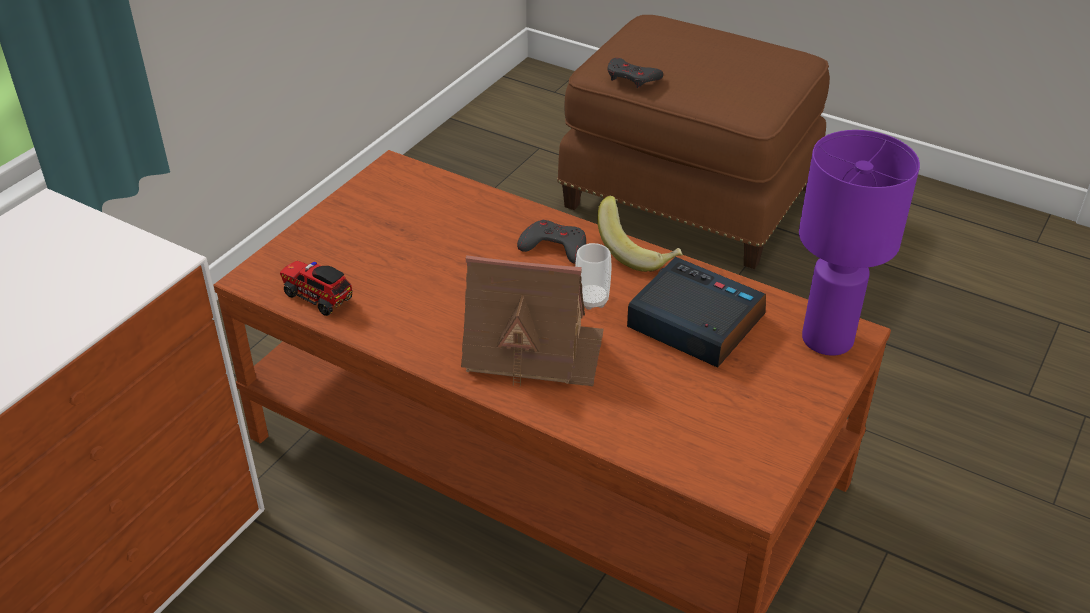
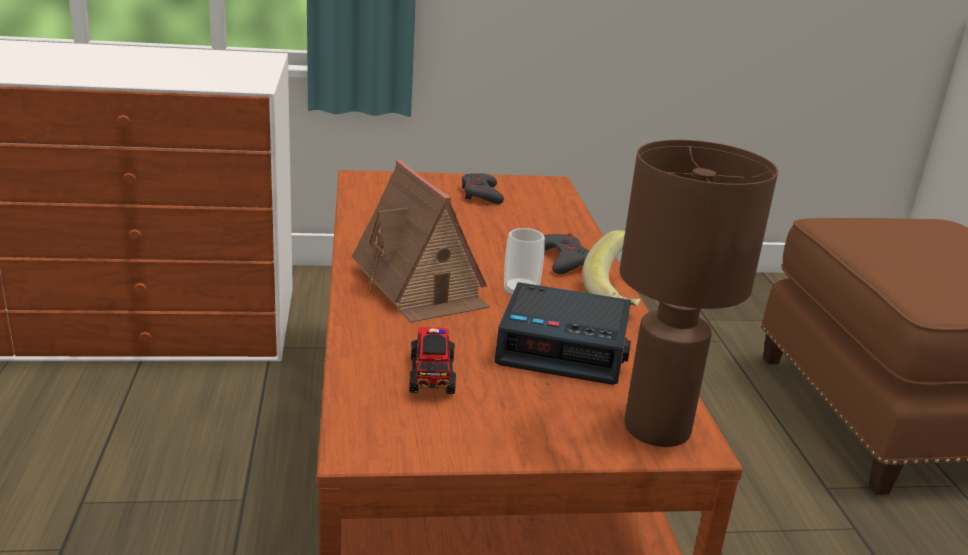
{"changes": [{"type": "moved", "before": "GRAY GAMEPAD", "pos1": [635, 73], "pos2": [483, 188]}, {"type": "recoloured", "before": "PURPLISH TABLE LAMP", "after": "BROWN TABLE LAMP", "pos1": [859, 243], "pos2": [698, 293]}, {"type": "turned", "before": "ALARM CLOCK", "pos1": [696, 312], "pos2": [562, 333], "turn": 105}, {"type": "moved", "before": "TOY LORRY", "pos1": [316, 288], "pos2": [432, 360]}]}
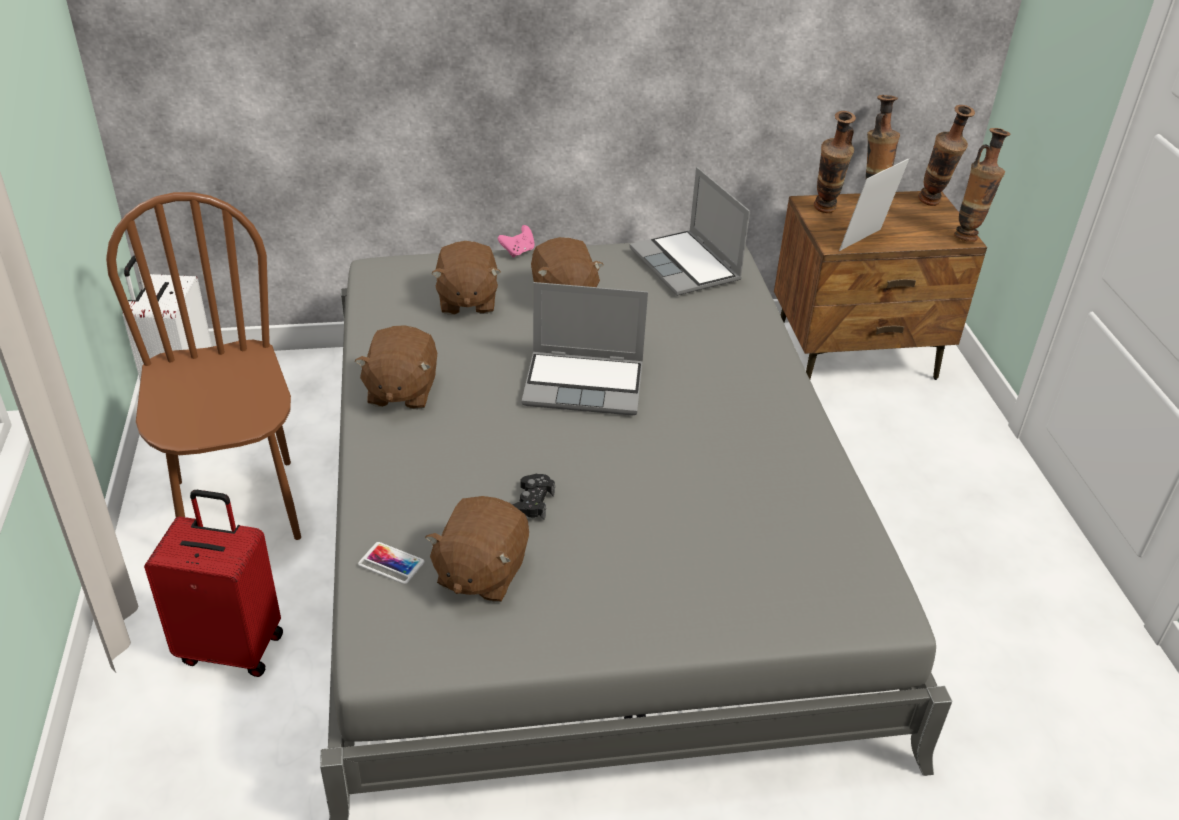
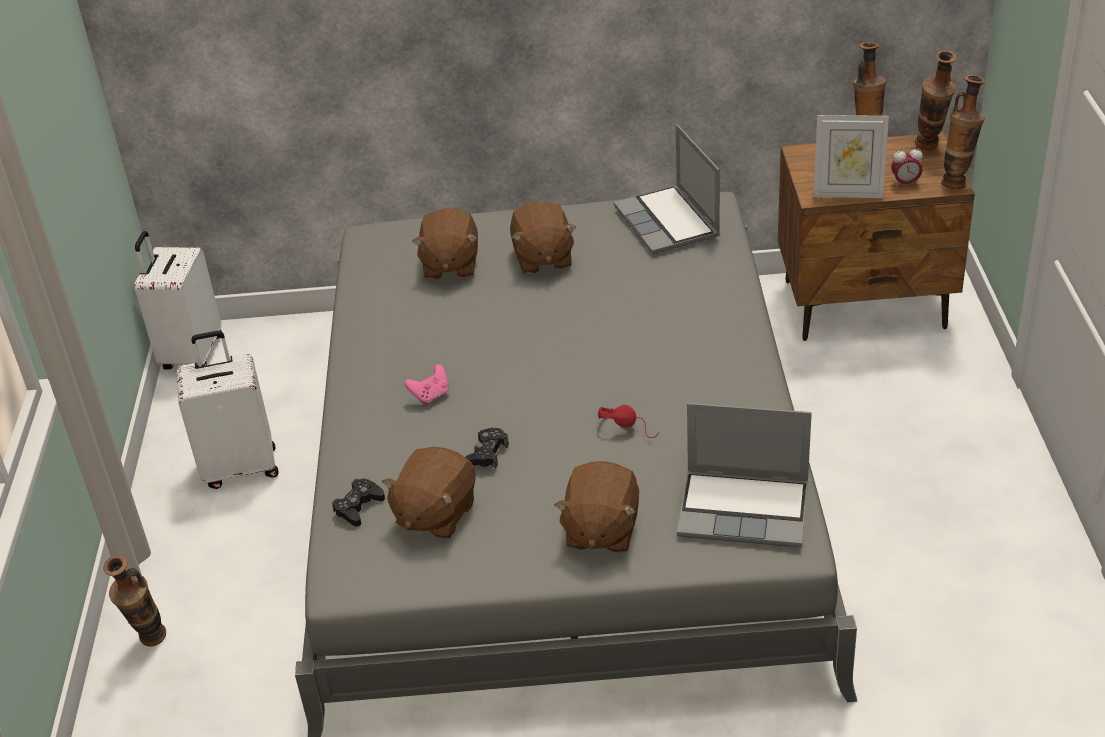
{"changes": [{"type": "moved", "before": "FLOWER VASE", "pos1": [835, 162], "pos2": [134, 601]}, {"type": "turned", "before": "PHOTO FRAME", "pos1": [874, 204], "pos2": [851, 156], "turn": -135}, {"type": "replaced", "before": "BROWN PLAIN CHAIR", "after": "WHITISH SUITCASE", "pos1": [203, 366], "pos2": [228, 410]}, {"type": "moved", "before": "PINK-COLOURED GAMEPAD", "pos1": [516, 241], "pos2": [427, 384]}, {"type": "moved", "before": "NOTEBOOK COMPUTER", "pos1": [585, 349], "pos2": [744, 475]}, {"type": "moved", "before": "BROWN CUDDLY TOY", "pos1": [396, 367], "pos2": [596, 507]}, {"type": "removed", "before": "RED-COLOURED SUITCASE", "pos1": [213, 583]}, {"type": "replaced", "before": "TELEPHONE", "after": "BLACK-COLOURED GAMEPAD", "pos1": [391, 563], "pos2": [358, 503]}, {"type": "added", "after": "ALARM CLOCK", "pos2": [907, 166]}, {"type": "added", "after": "RED-COLOURED HEADSET", "pos2": [628, 421]}]}
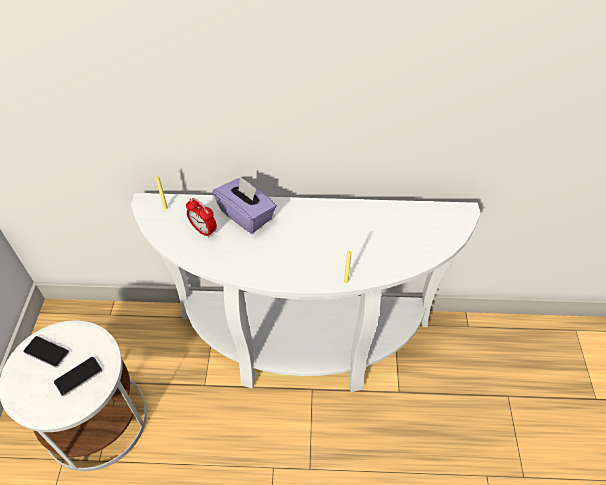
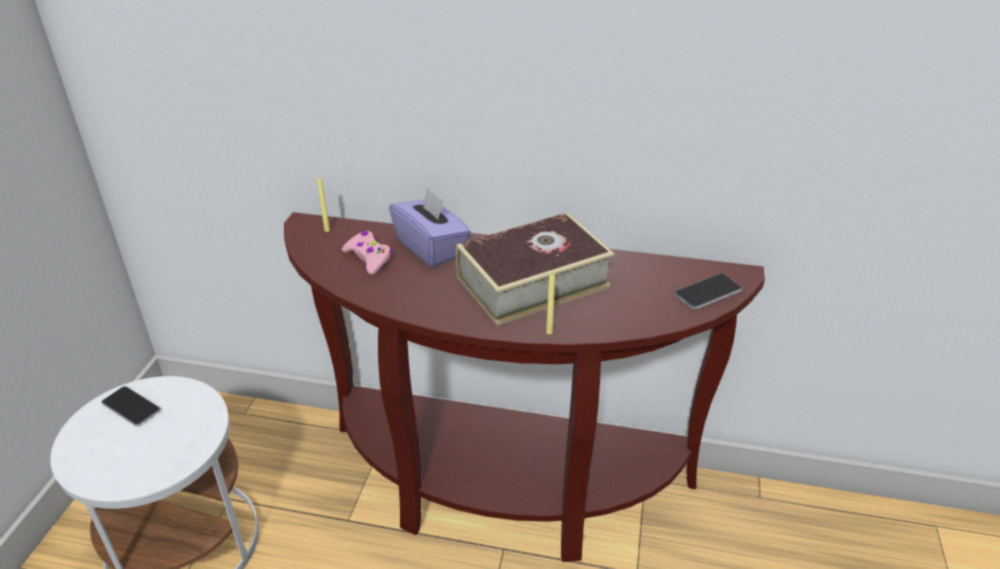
{"changes": [{"type": "recoloured", "before": "WHITISH NARROW TABLE", "after": "BROWN NARROW TABLE", "pos1": [305, 292], "pos2": [524, 387]}, {"type": "replaced", "before": "ALARM CLOCK", "after": "PINK-COLOURED GAMEPAD", "pos1": [201, 218], "pos2": [367, 253]}, {"type": "moved", "before": "TELEPHONE", "pos1": [78, 376], "pos2": [708, 291]}, {"type": "added", "after": "BOUND BOOK", "pos2": [535, 269]}]}
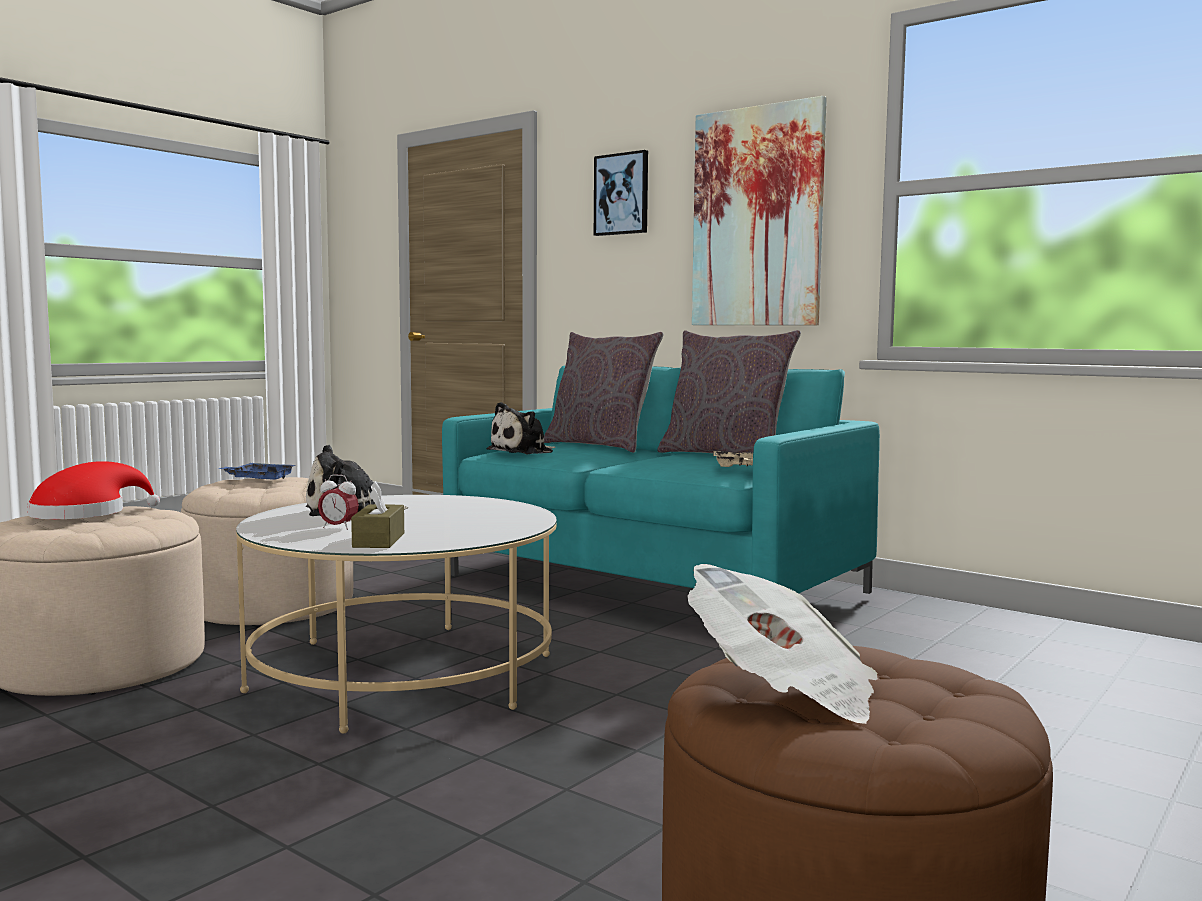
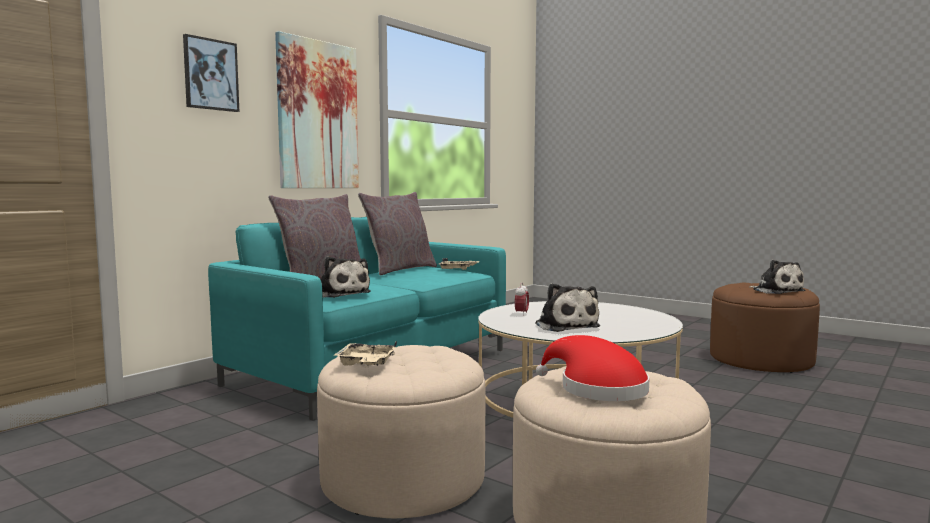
{"changes": [{"type": "recoloured", "before": "BLUISH SERVING TRAY", "after": "SAND-COLOURED SERVING TRAY", "pos1": [257, 471], "pos2": [365, 353]}, {"type": "moved", "before": "ALARM CLOCK", "pos1": [338, 502], "pos2": [522, 299]}, {"type": "removed", "before": "BROWN BOX OF TISSUES", "pos1": [377, 514]}, {"type": "replaced", "before": "NEWSPAPER", "after": "CUDDLY TOY", "pos1": [782, 644], "pos2": [777, 277]}]}
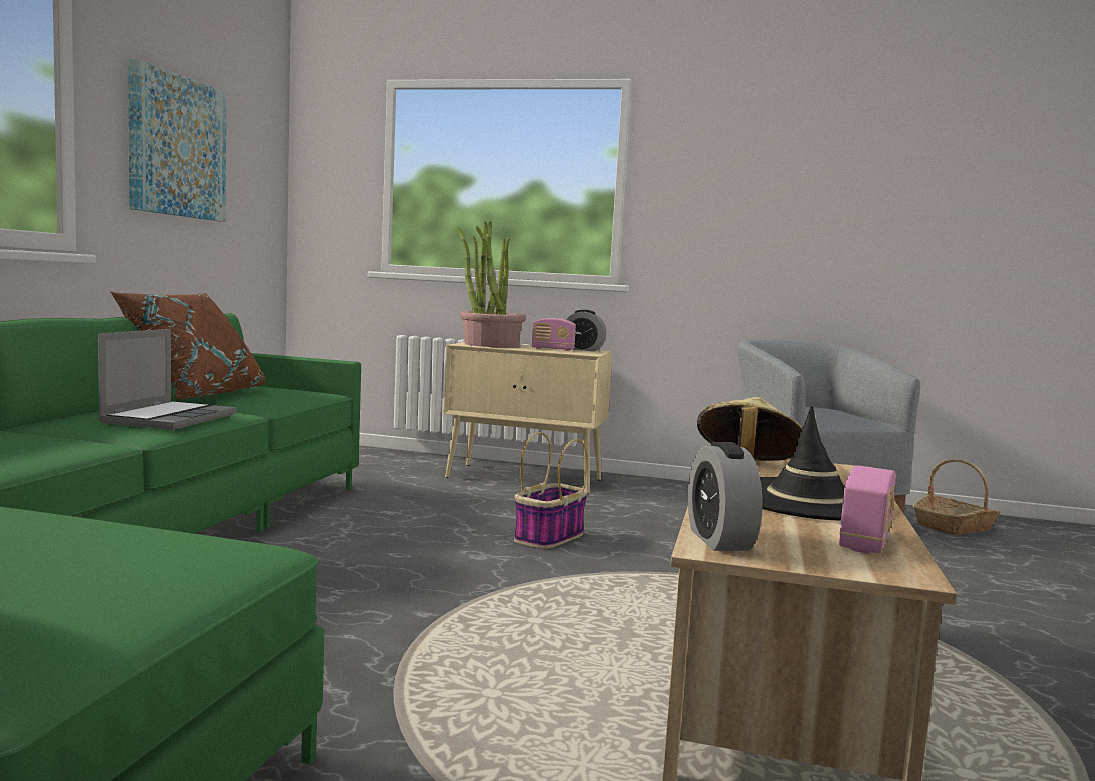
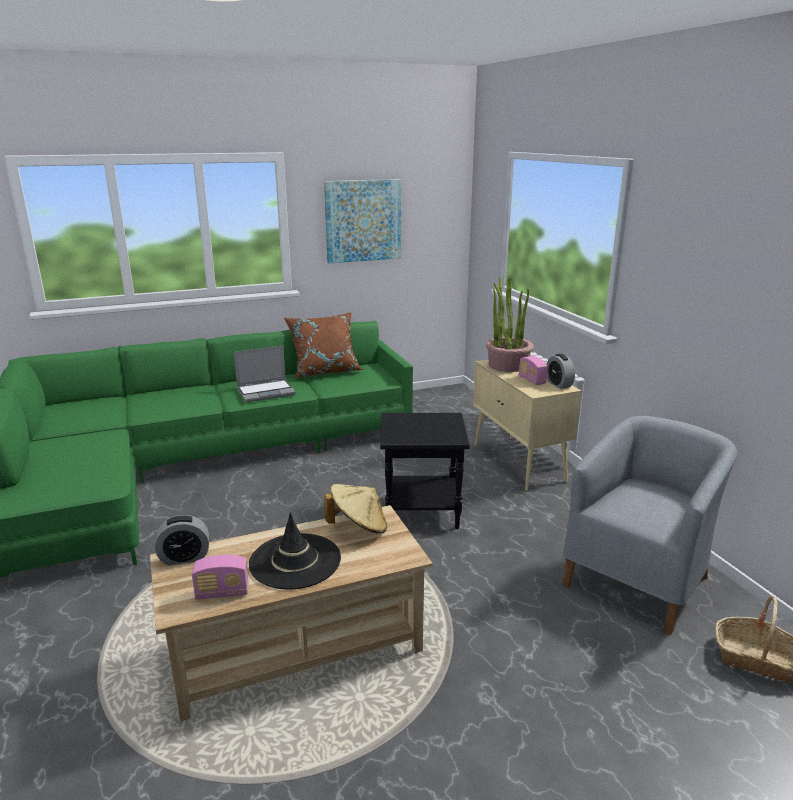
{"changes": [{"type": "replaced", "before": "STORAGE BASKET", "after": "BLACK-COLOURED SIDE TABLE", "pos1": [551, 490], "pos2": [425, 471]}, {"type": "turned", "before": "ALARM CLOCK", "pos1": [725, 496], "pos2": [182, 540], "turn": -150}]}
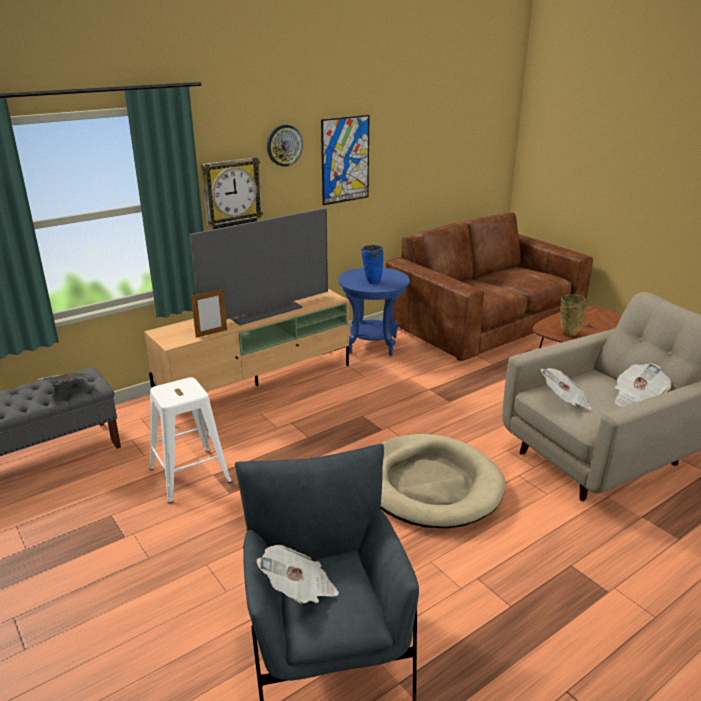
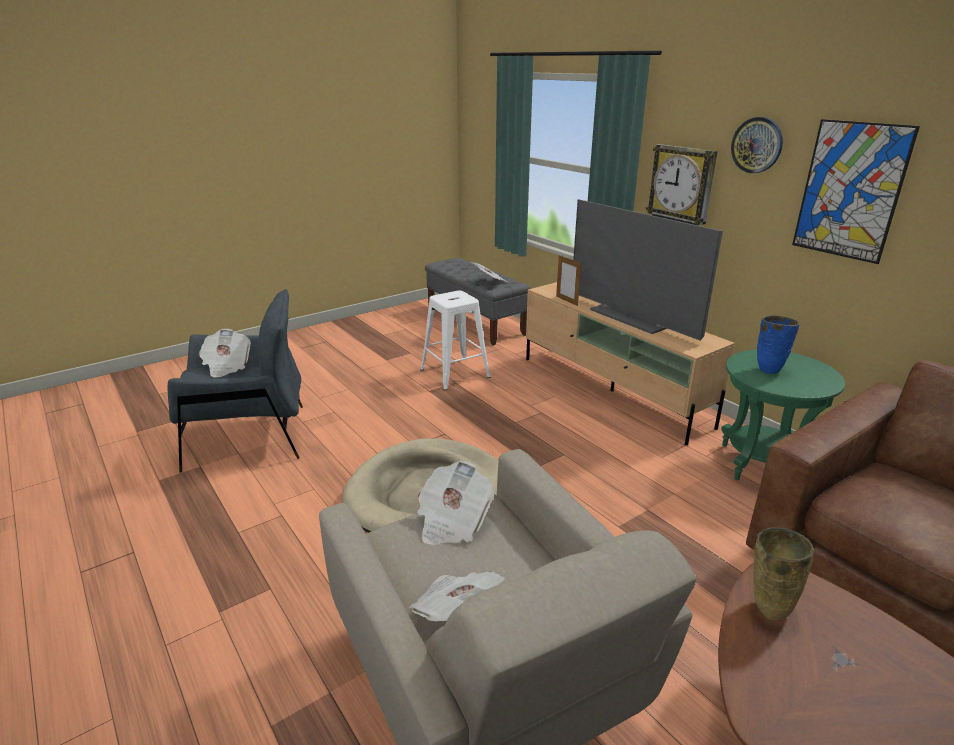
{"changes": [{"type": "recoloured", "before": "BLUISH SIDE TABLE", "after": "GREEN-COLOURED SIDE TABLE", "pos1": [374, 311], "pos2": [783, 415]}]}
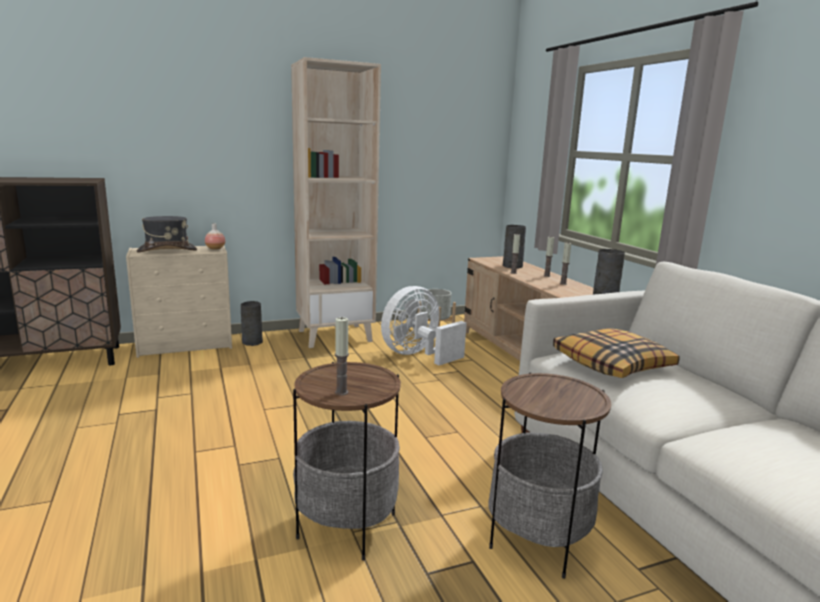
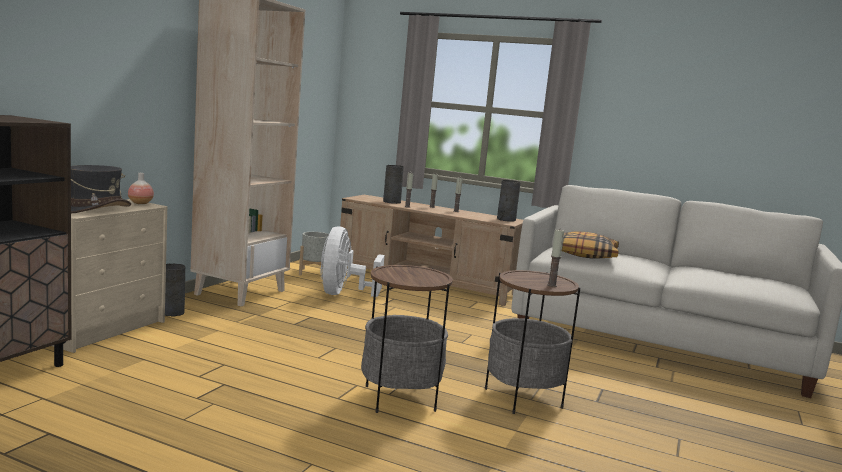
{"changes": [{"type": "moved", "before": "SIDE TABLE", "pos1": [550, 475], "pos2": [407, 339]}]}
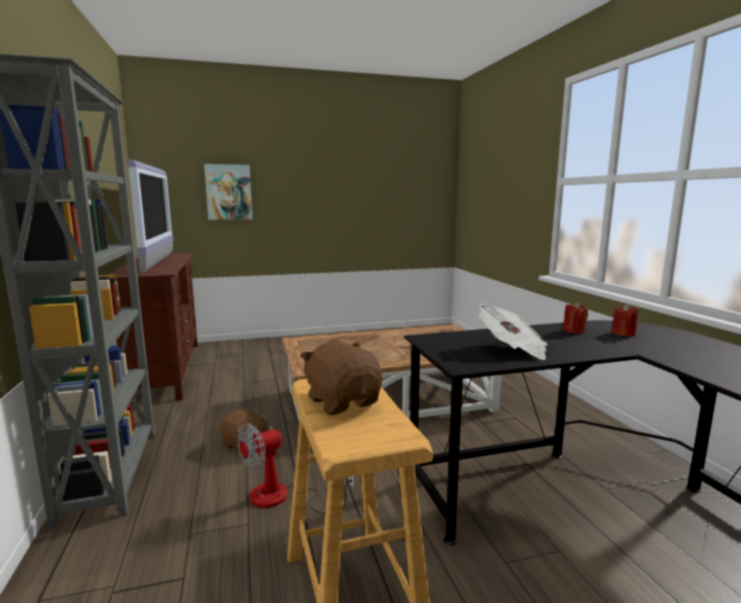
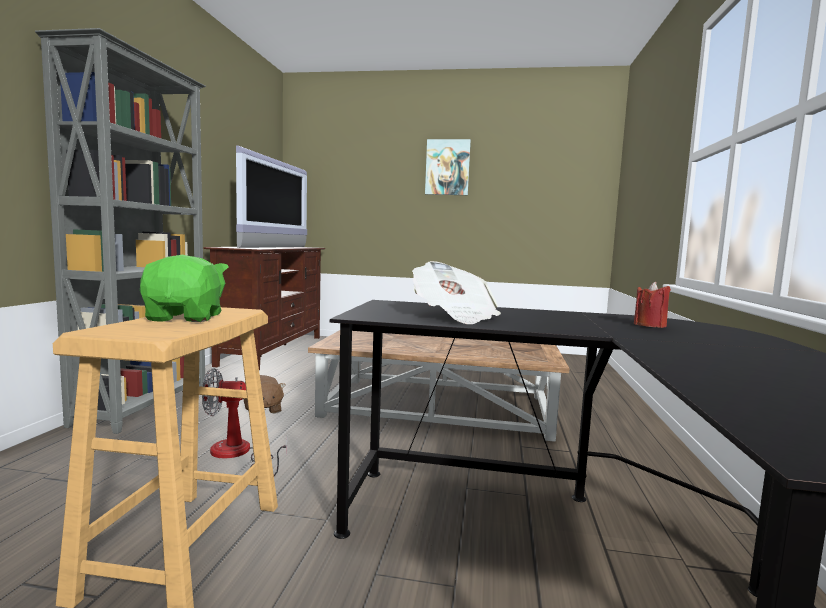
{"changes": [{"type": "moved", "before": "WALL ART", "pos1": [228, 192], "pos2": [448, 167]}, {"type": "removed", "before": "RED-COLOURED CANDLE", "pos1": [575, 318]}, {"type": "recoloured", "before": "BROWN CUDDLY TOY", "after": "GREEN-COLOURED CUDDLY TOY", "pos1": [341, 378], "pos2": [184, 288]}]}
